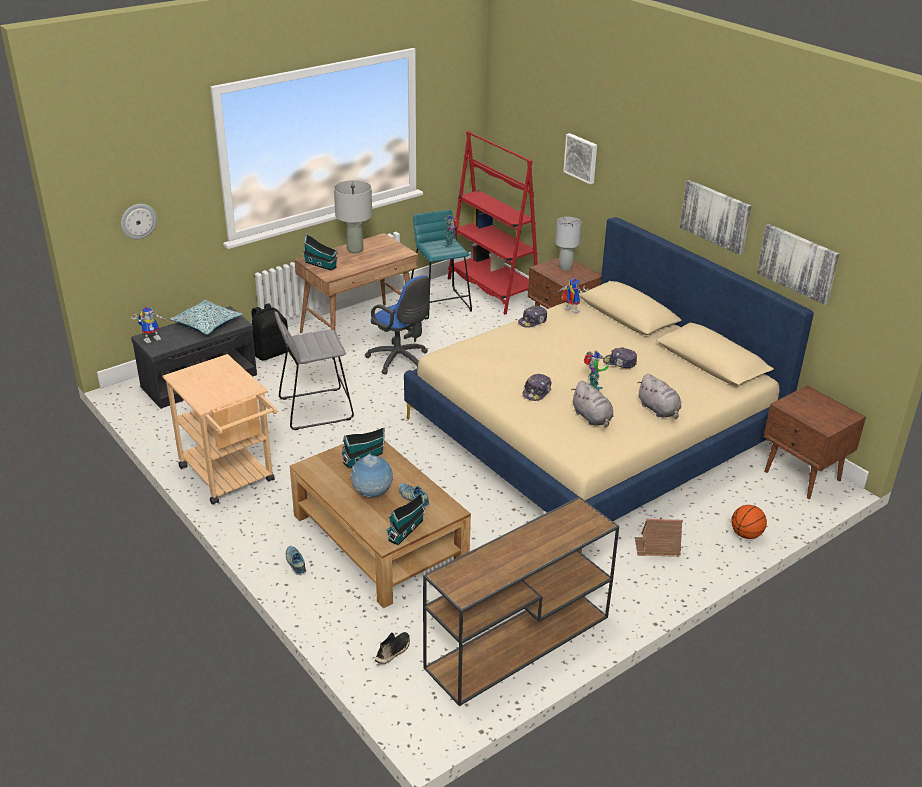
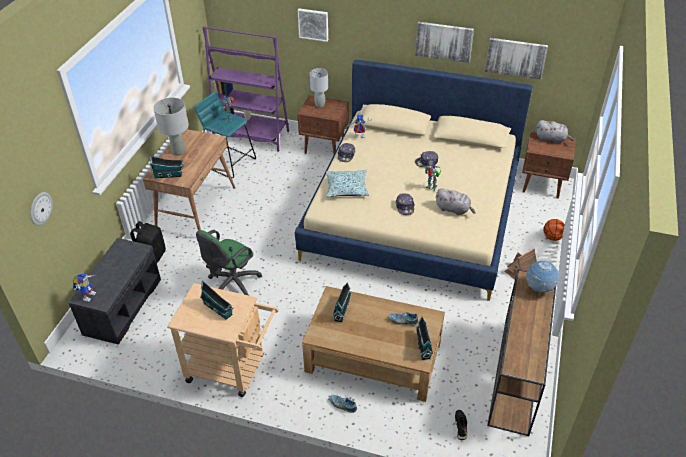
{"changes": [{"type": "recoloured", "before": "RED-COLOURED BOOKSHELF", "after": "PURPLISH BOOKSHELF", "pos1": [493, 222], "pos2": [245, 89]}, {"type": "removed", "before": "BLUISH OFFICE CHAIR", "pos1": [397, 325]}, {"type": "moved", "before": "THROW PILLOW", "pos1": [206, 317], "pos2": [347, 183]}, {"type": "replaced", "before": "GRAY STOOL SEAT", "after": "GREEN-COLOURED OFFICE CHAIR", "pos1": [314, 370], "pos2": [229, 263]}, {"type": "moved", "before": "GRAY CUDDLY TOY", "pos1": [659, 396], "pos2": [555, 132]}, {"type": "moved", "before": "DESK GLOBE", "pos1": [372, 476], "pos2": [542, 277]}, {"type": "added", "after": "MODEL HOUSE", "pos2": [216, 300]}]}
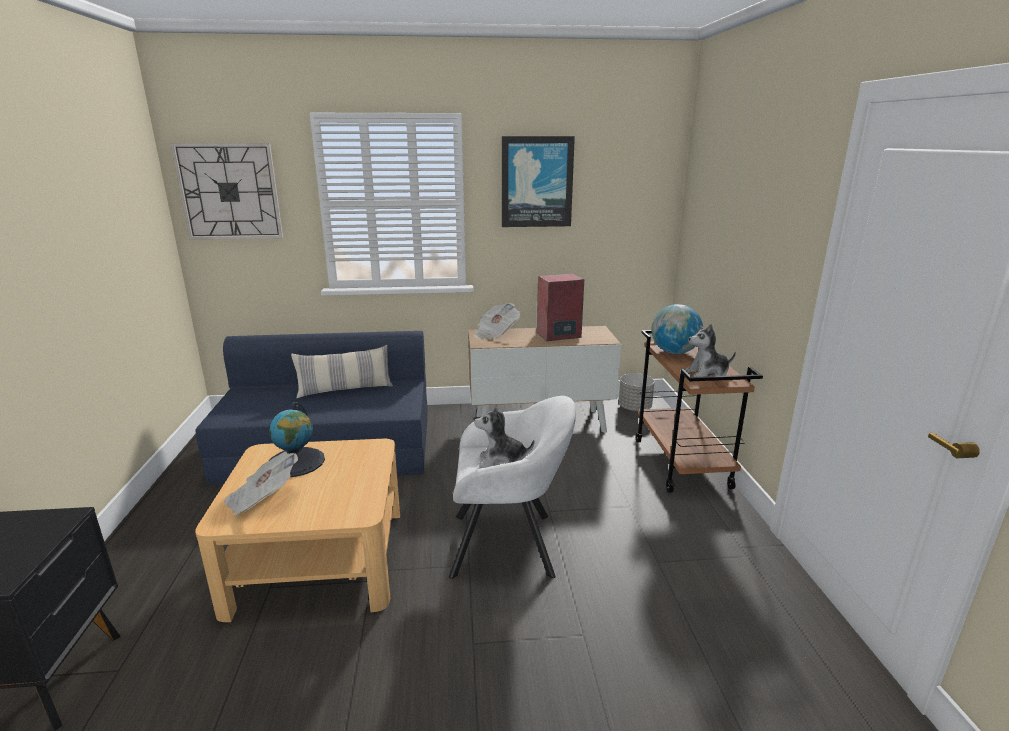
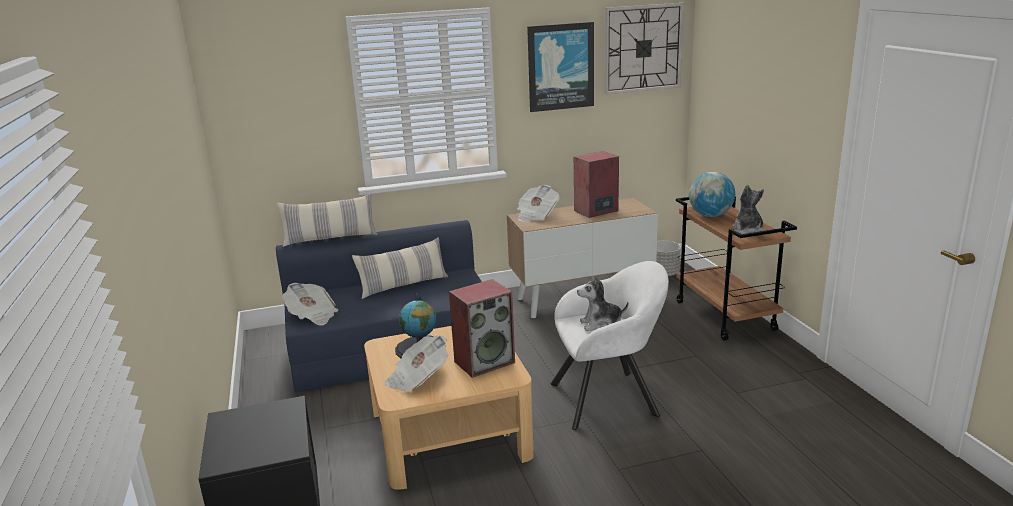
{"changes": [{"type": "moved", "before": "HANGING CLOCK", "pos1": [226, 191], "pos2": [644, 49]}, {"type": "turned", "before": "CUDDLY TOY", "pos1": [710, 350], "pos2": [748, 209], "turn": 105}, {"type": "added", "after": "THROW PILLOW", "pos2": [327, 220]}, {"type": "added", "after": "LOUDSPEAKER", "pos2": [482, 328]}, {"type": "added", "after": "NEWSPAPER", "pos2": [310, 304]}]}
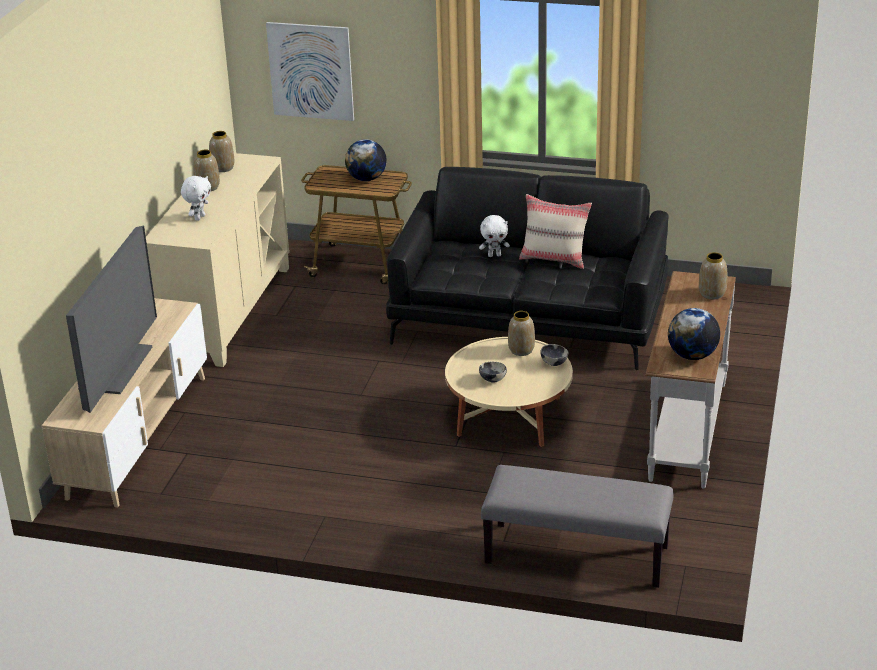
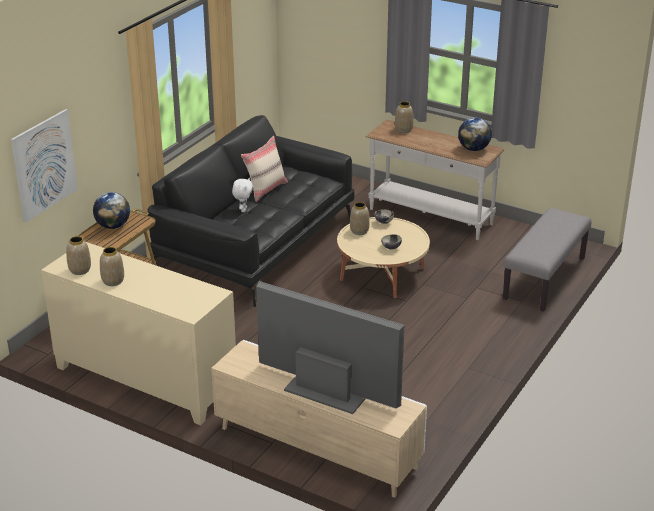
{"changes": [{"type": "removed", "before": "WHITISH CUDDLY TOY", "pos1": [196, 198]}]}
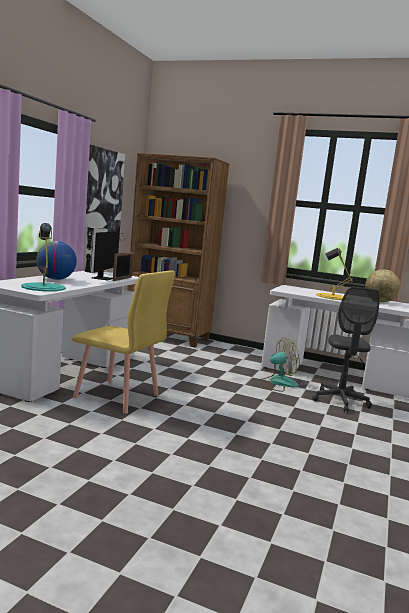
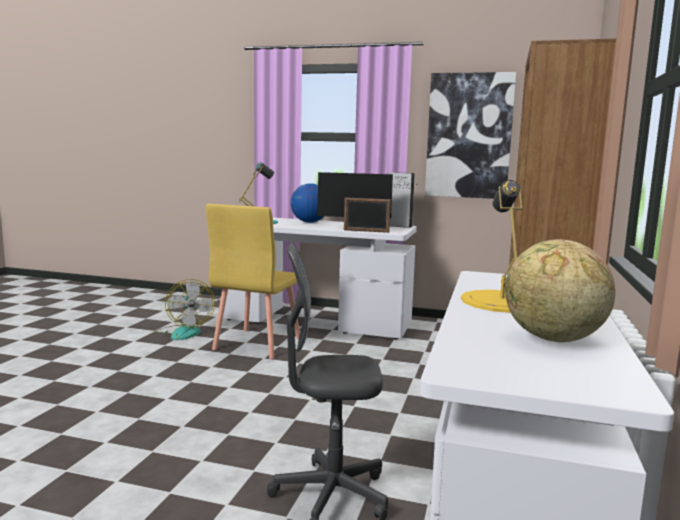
{"changes": [{"type": "moved", "before": "COOLING FAN", "pos1": [279, 365], "pos2": [185, 309]}]}
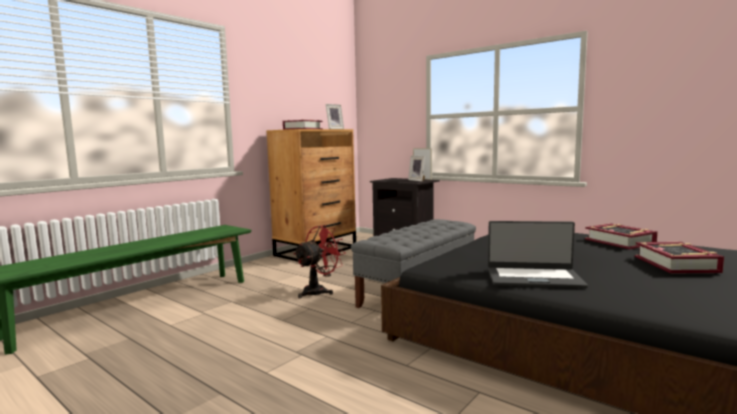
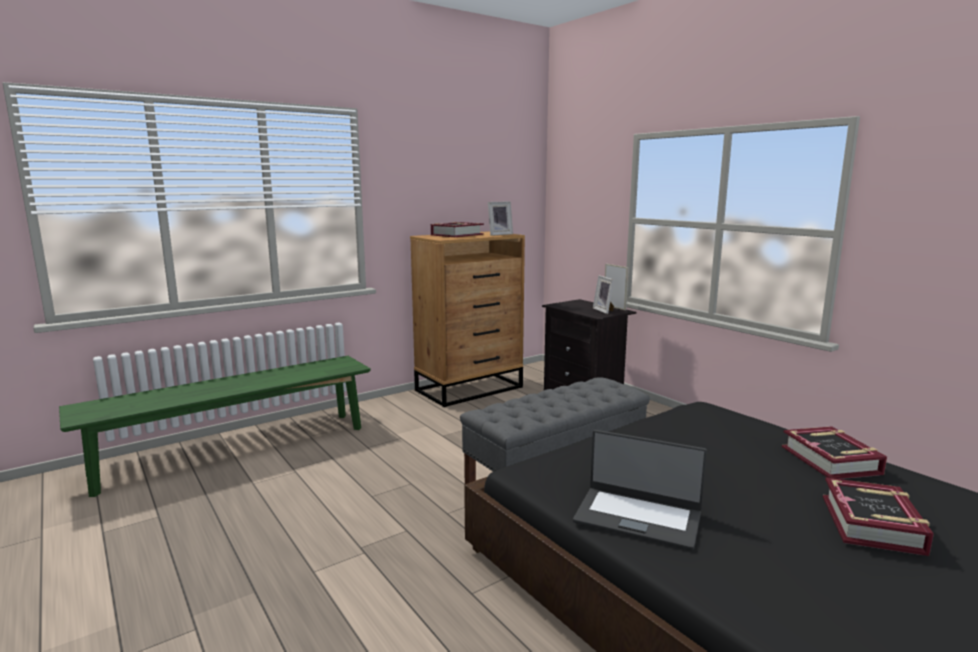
{"changes": [{"type": "removed", "before": "RED-COLOURED COOLING FAN", "pos1": [320, 261]}]}
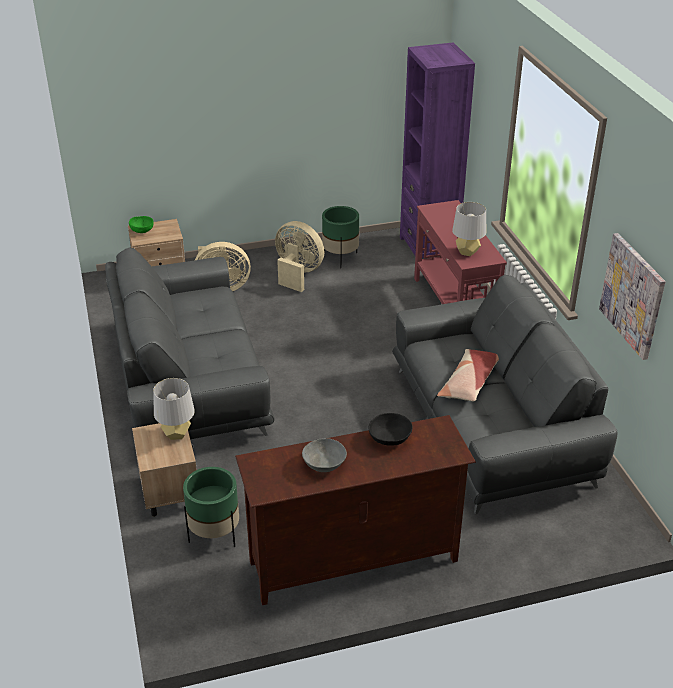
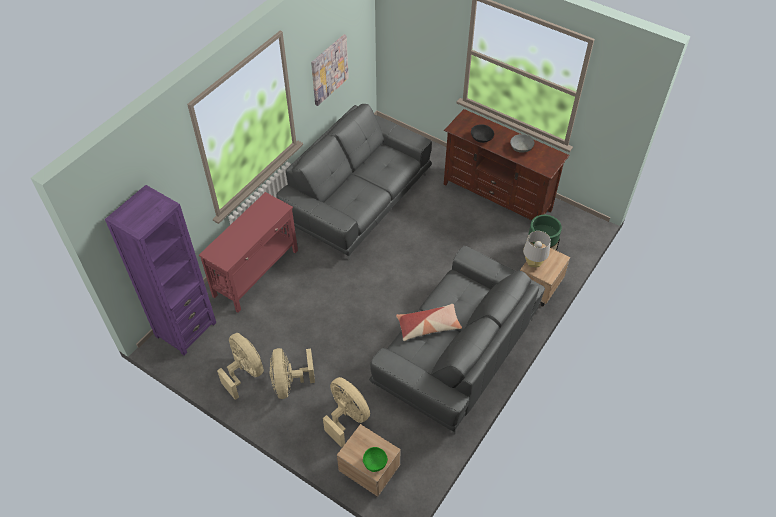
{"changes": [{"type": "removed", "before": "GRAY TABLE LAMP", "pos1": [469, 229]}, {"type": "replaced", "before": "GREEN-COLOURED PLANTER", "after": "SAND-COLOURED COOLING FAN", "pos1": [340, 230], "pos2": [240, 366]}, {"type": "moved", "before": "THROW PILLOW", "pos1": [468, 375], "pos2": [429, 322]}]}
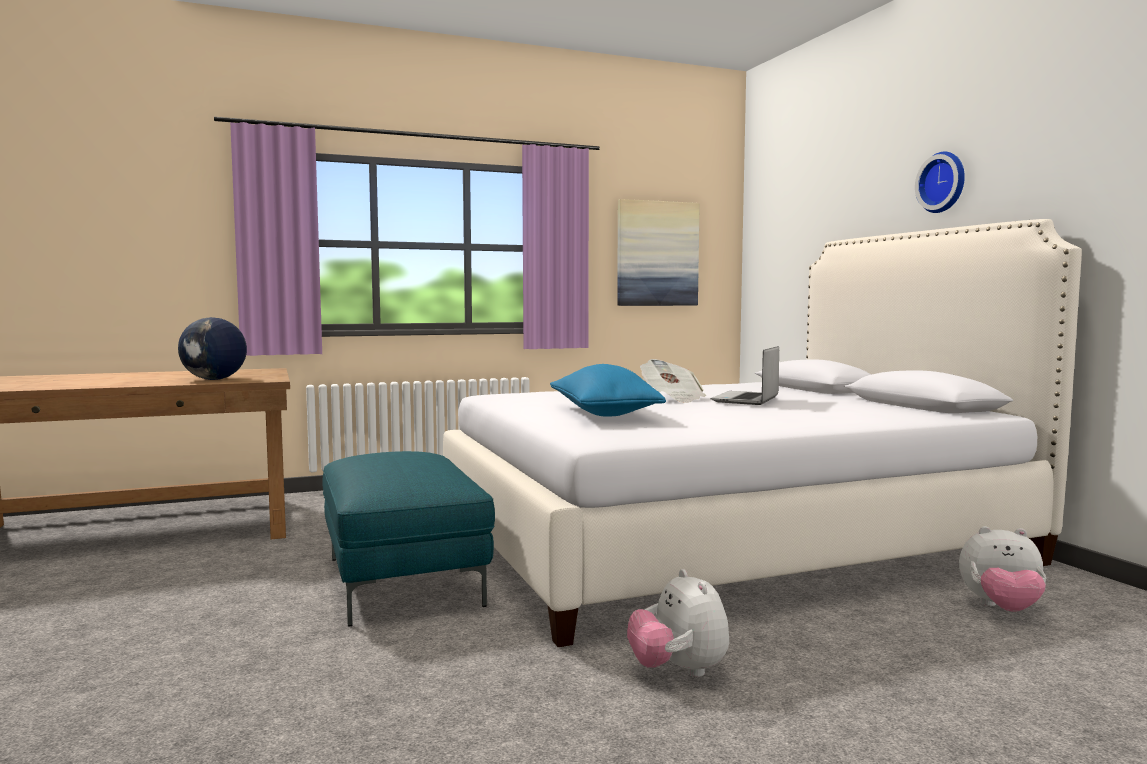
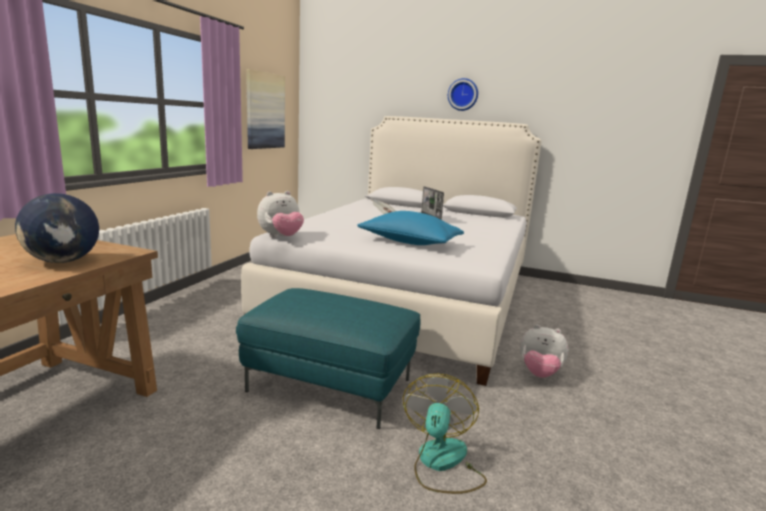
{"changes": [{"type": "moved", "before": "CUDDLY TOY", "pos1": [1002, 569], "pos2": [280, 214]}, {"type": "added", "after": "COOLING FAN", "pos2": [445, 434]}]}
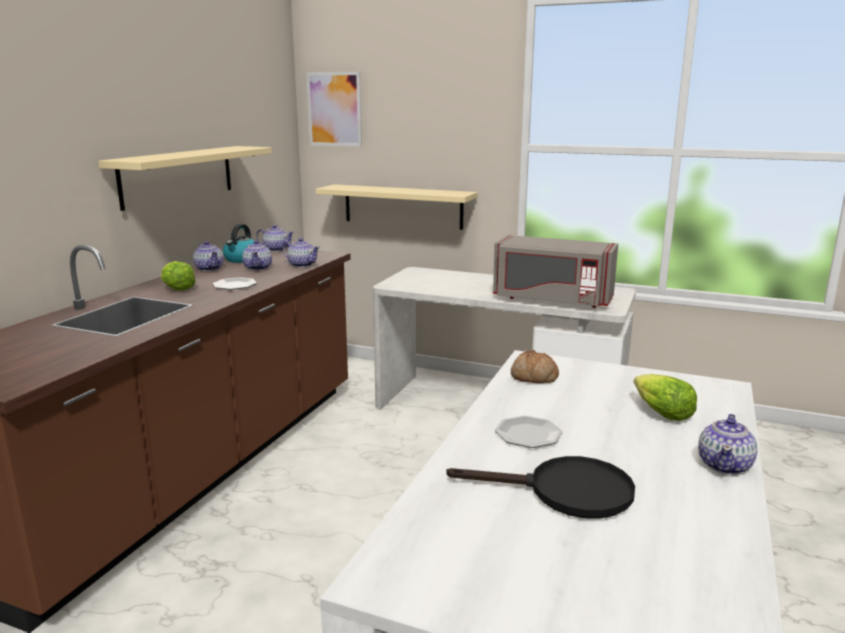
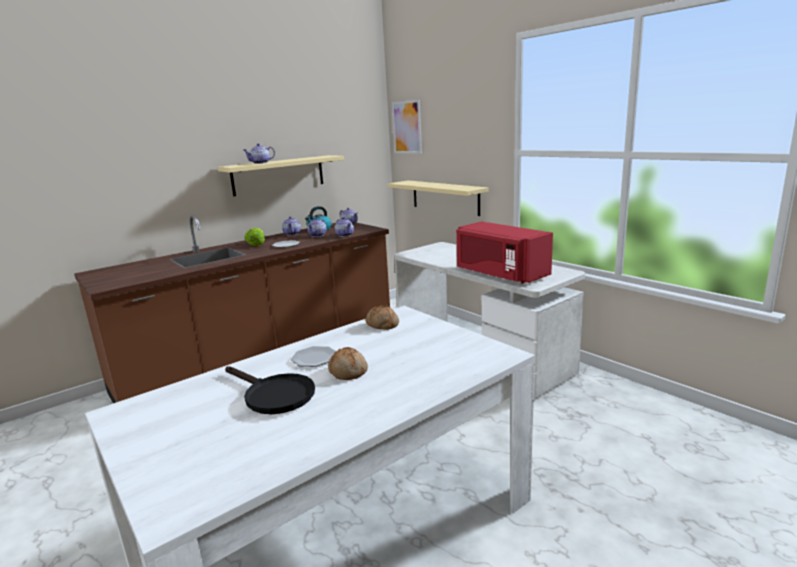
{"changes": [{"type": "recoloured", "before": "GRAY MICROWAVE OVEN", "after": "RED-COLOURED MICROWAVE OVEN", "pos1": [555, 271], "pos2": [504, 252]}, {"type": "removed", "before": "LETTUCE", "pos1": [665, 397]}, {"type": "moved", "before": "TEA POT", "pos1": [728, 444], "pos2": [259, 153]}, {"type": "added", "after": "BAKERY BREAD", "pos2": [348, 363]}]}
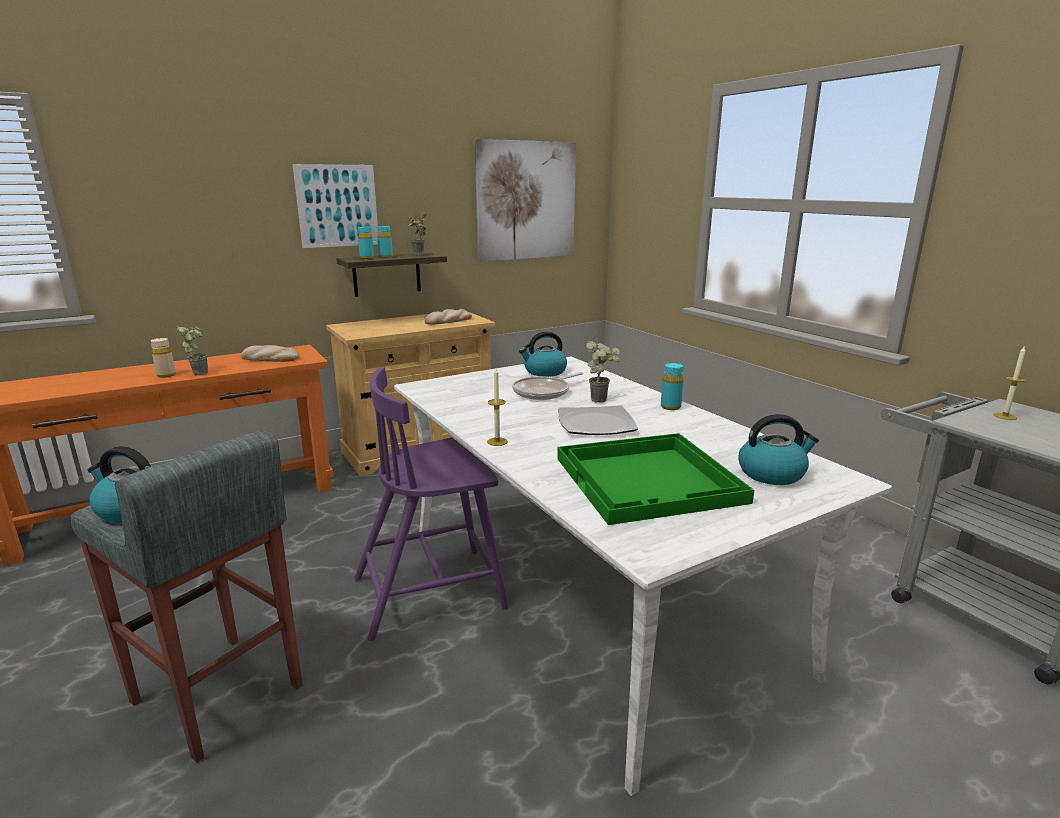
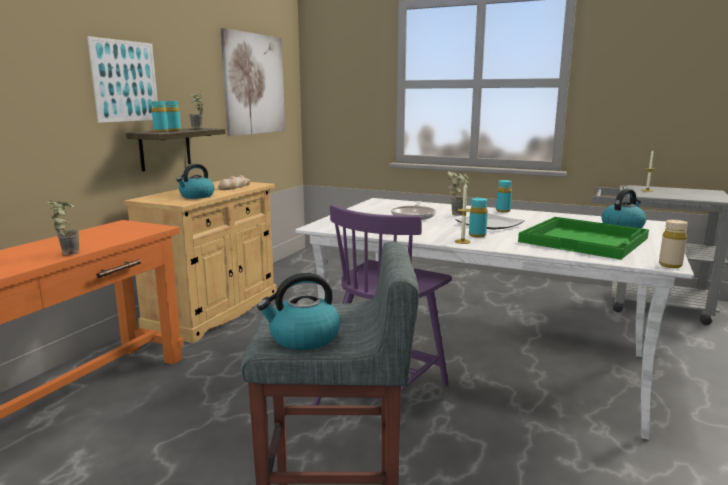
{"changes": [{"type": "moved", "before": "WATER KETTLE", "pos1": [543, 354], "pos2": [195, 181]}, {"type": "moved", "before": "SAND-COLOURED DRINK BOTTLE", "pos1": [163, 358], "pos2": [673, 244]}, {"type": "removed", "before": "BAKERY BREAD", "pos1": [270, 353]}, {"type": "added", "after": "TURQUOISE-COLOURED DRINK BOTTLE", "pos2": [478, 218]}]}
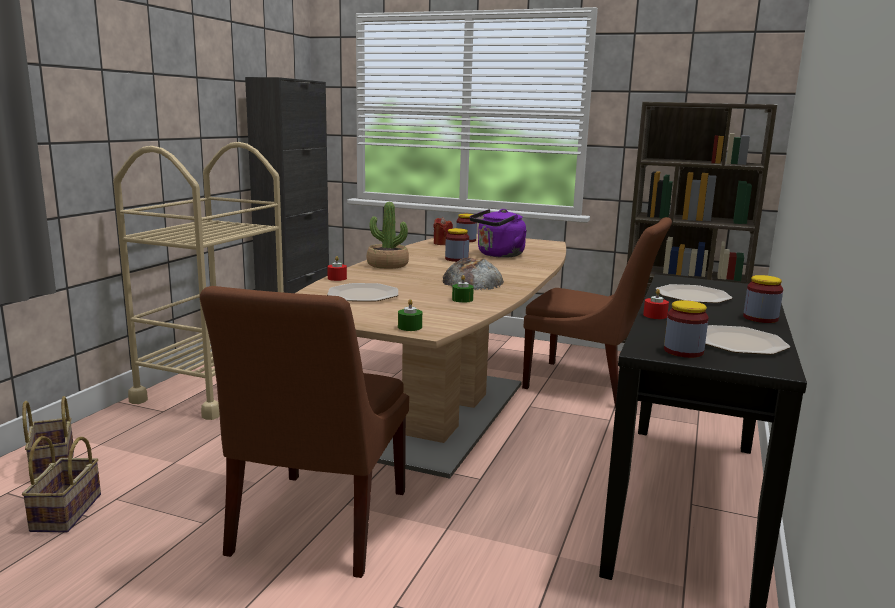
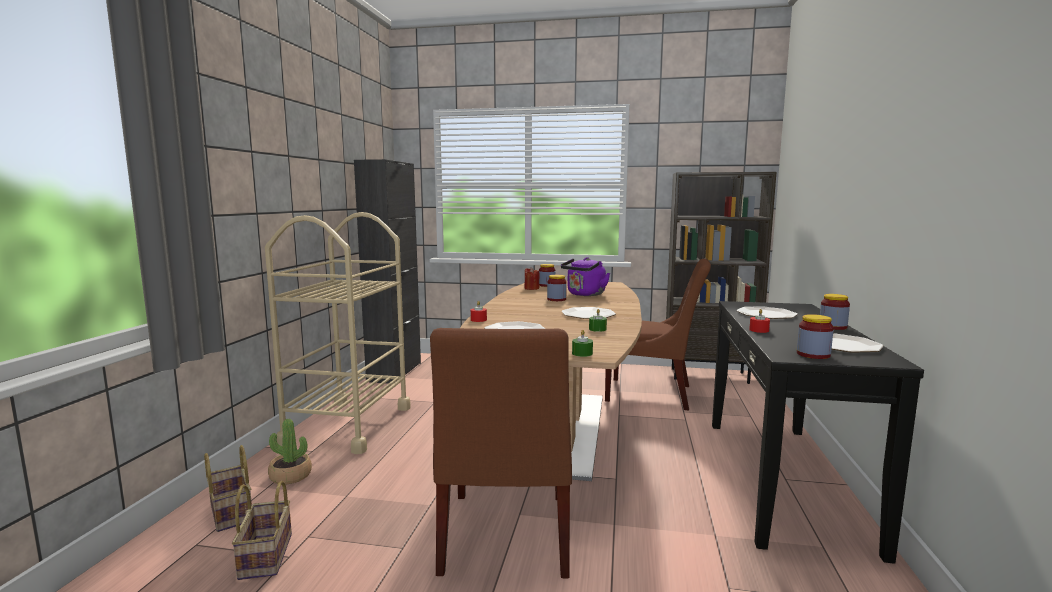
{"changes": [{"type": "moved", "before": "HOUSEPLANT", "pos1": [388, 235], "pos2": [290, 451]}, {"type": "replaced", "before": "BAKERY BREAD", "after": "PLATE", "pos1": [473, 274], "pos2": [589, 313]}]}
